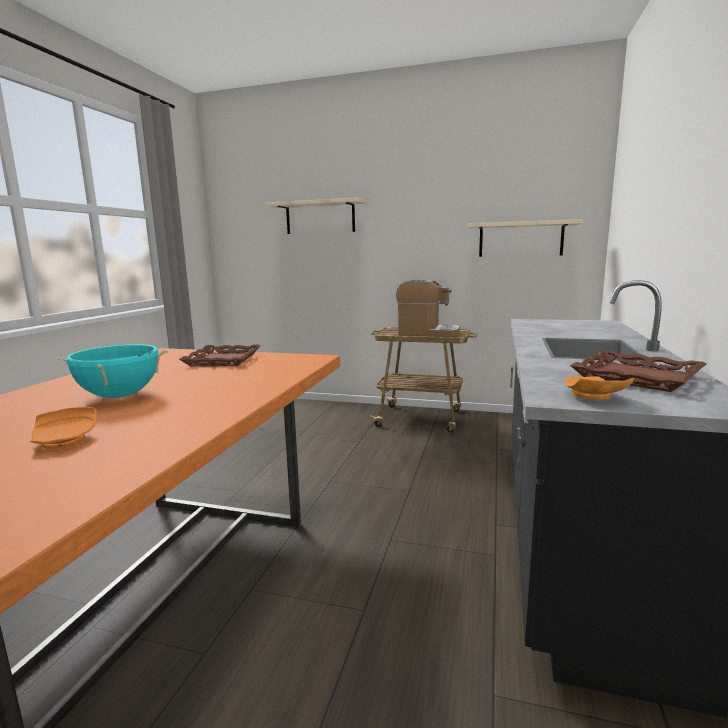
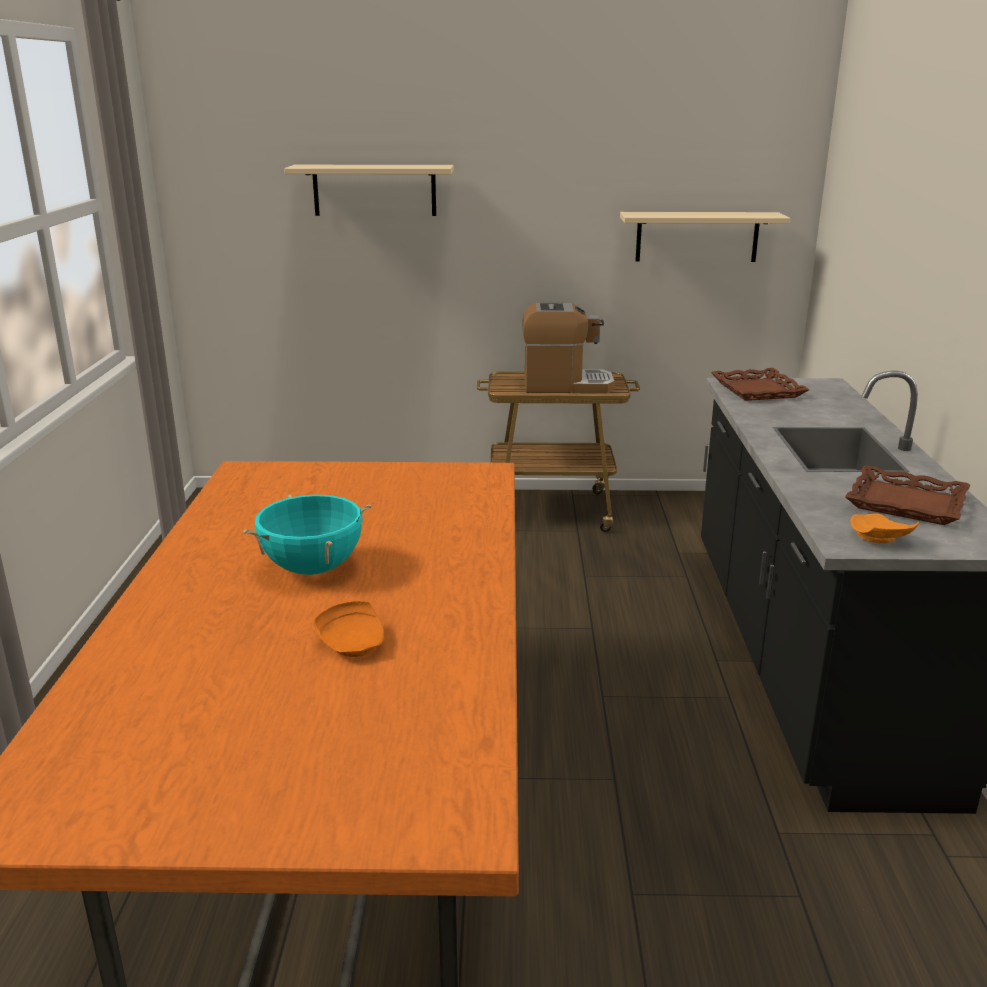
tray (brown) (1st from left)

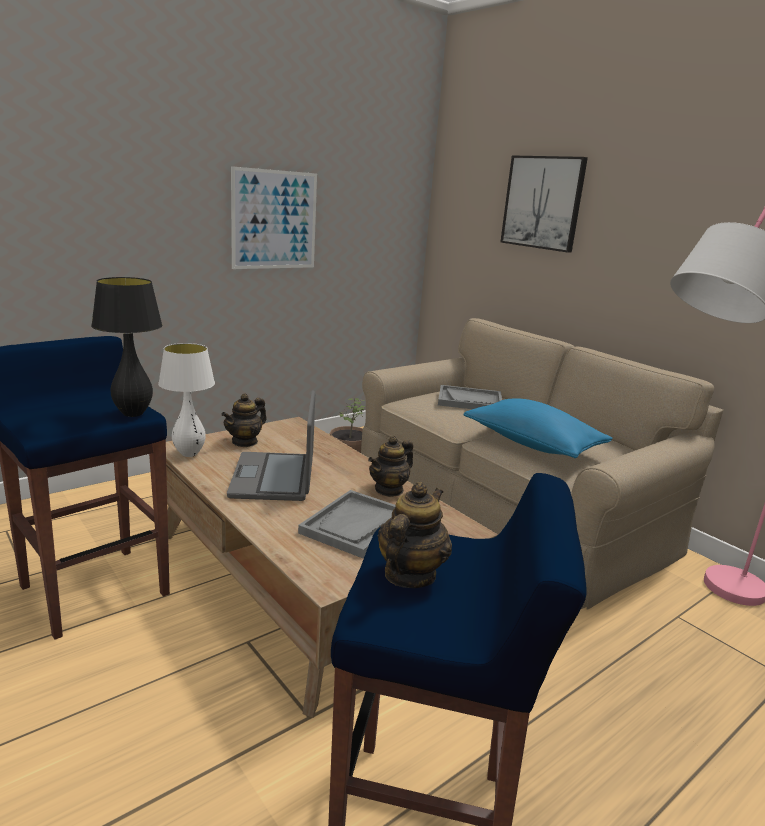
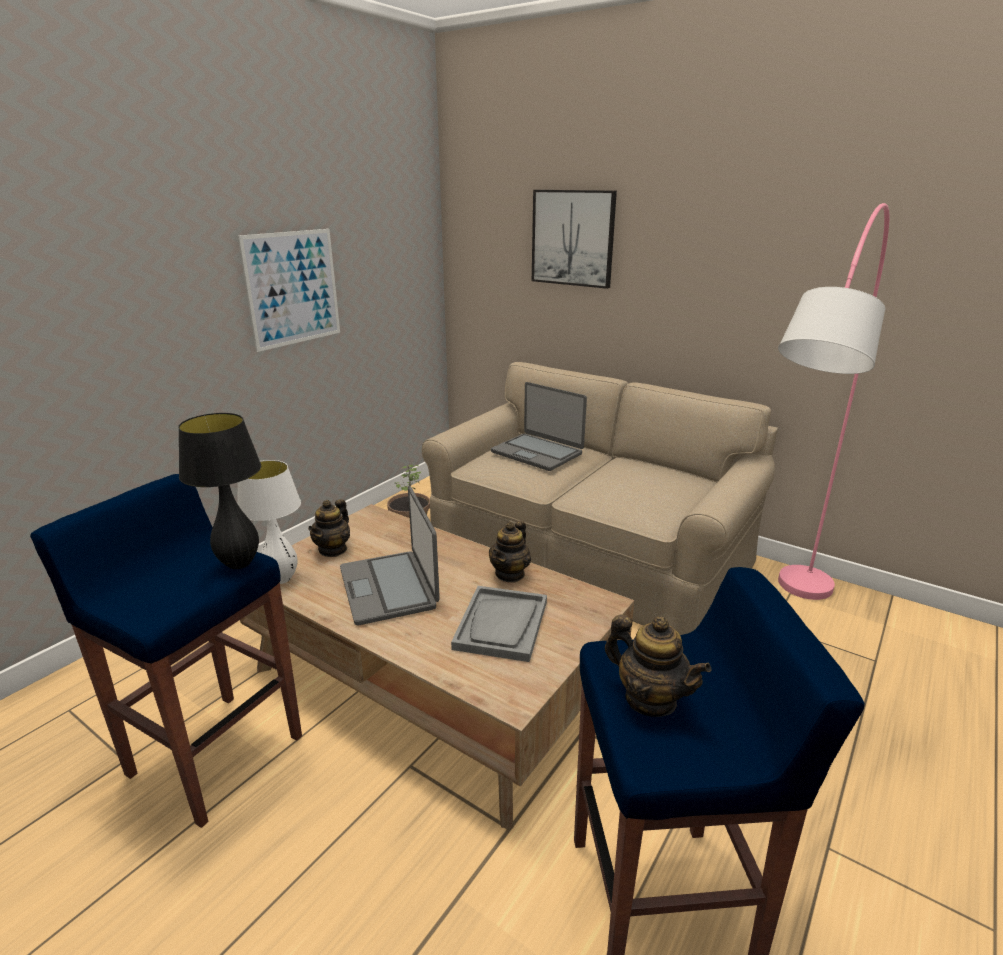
pillow (blue)
laptop (2nd from left)
teapot (3rd from left)

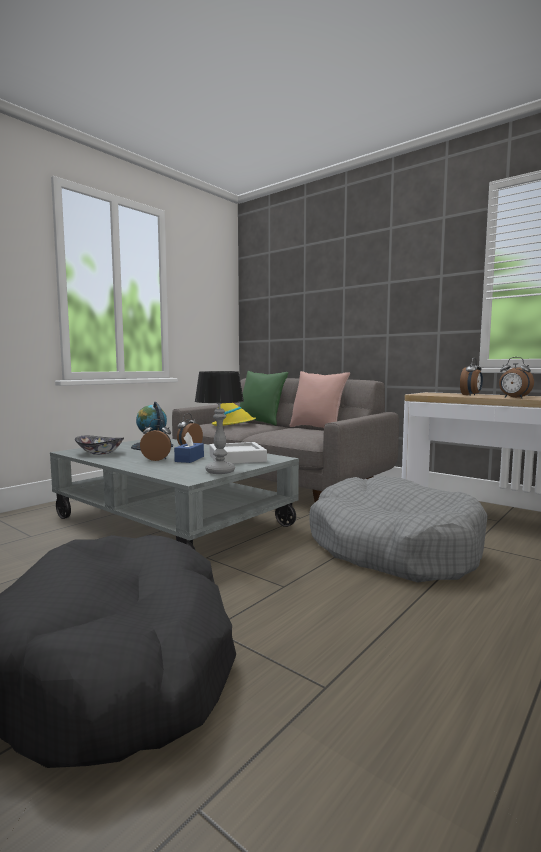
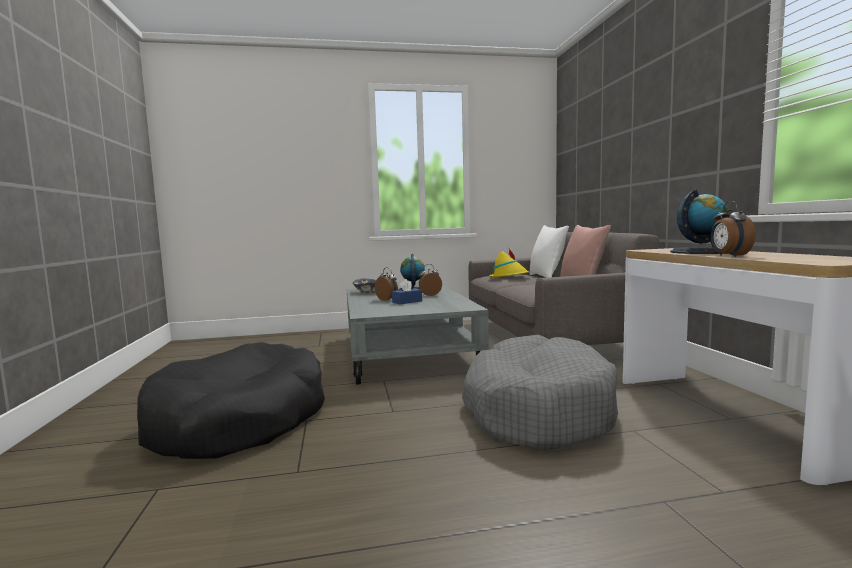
table lamp
tray (grey)
globe (2nd from left)
pillow (white)

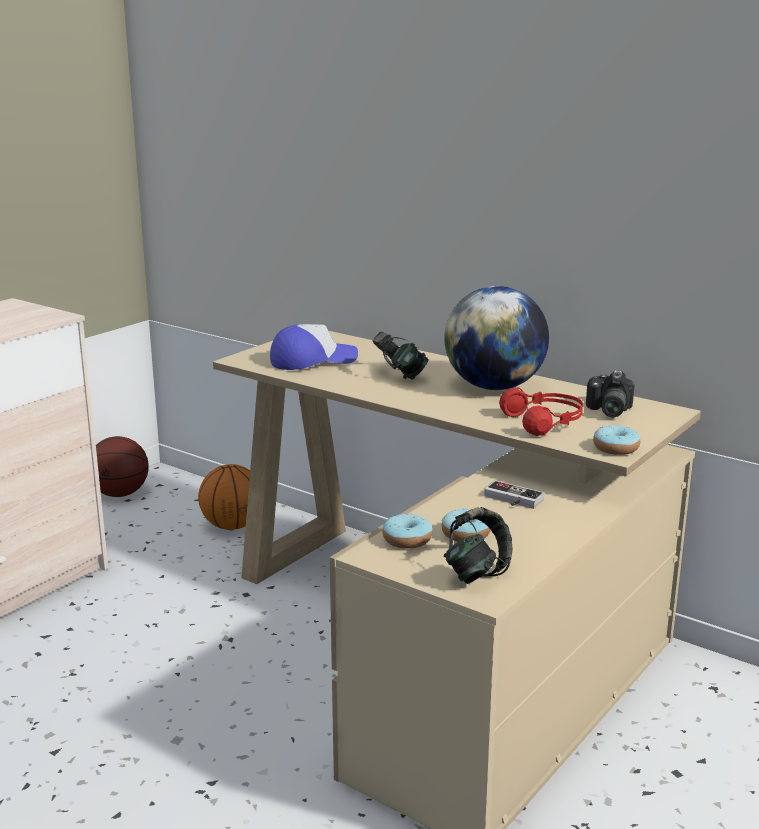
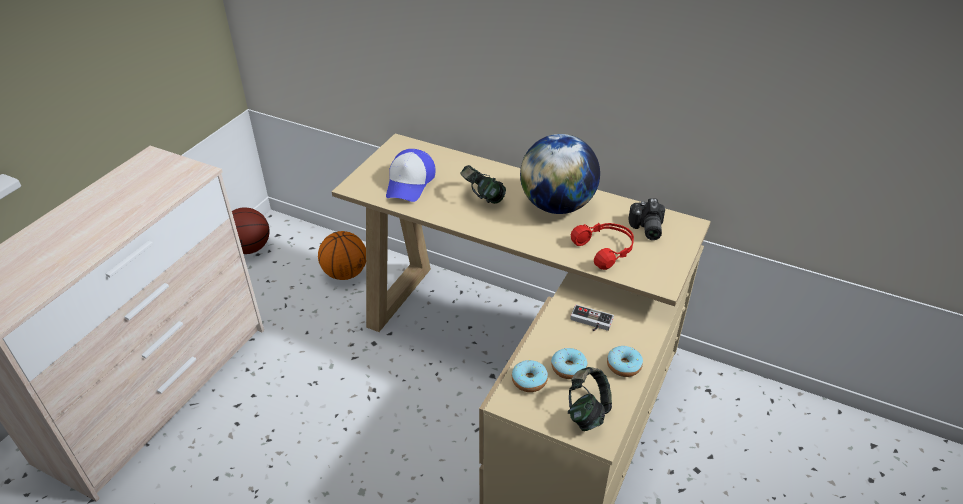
donut (3rd from left)
cap

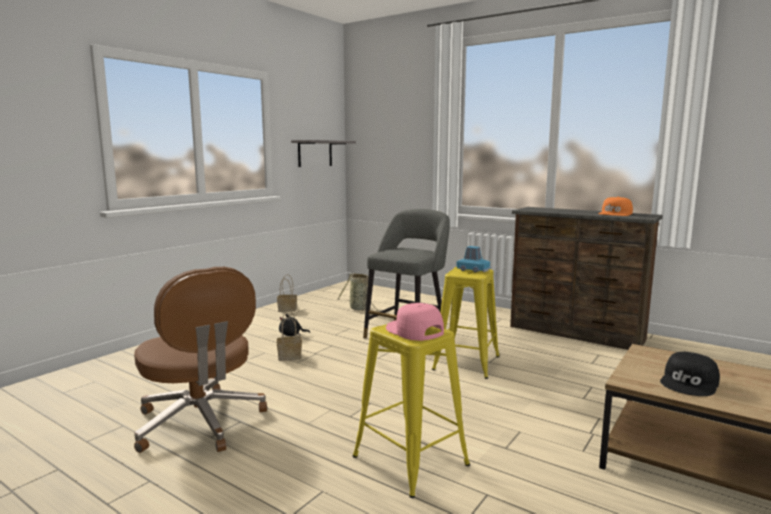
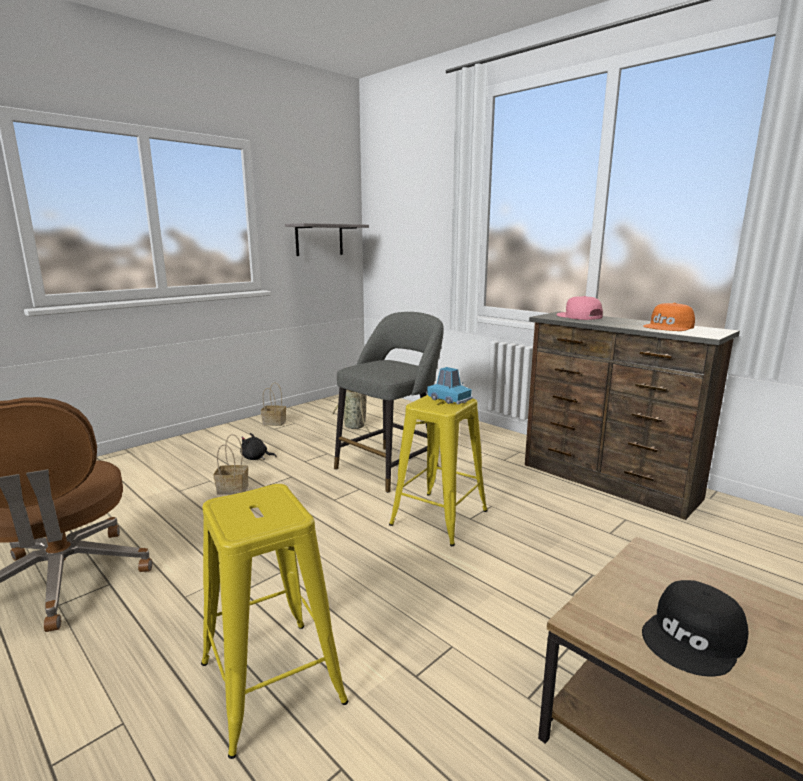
cap (pink)

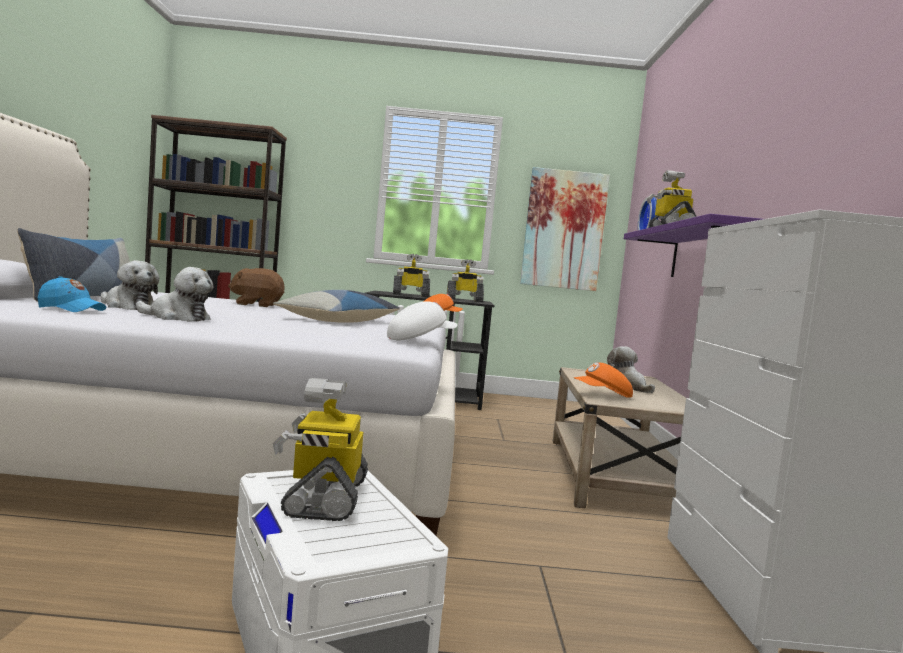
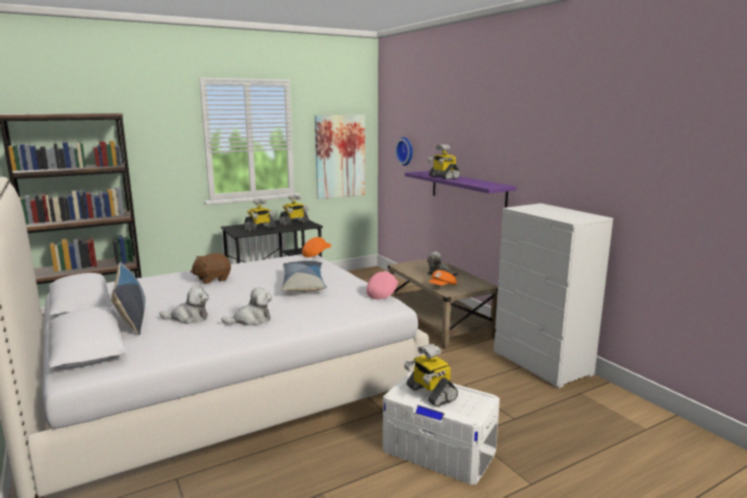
cap (blue)
cap (pink)

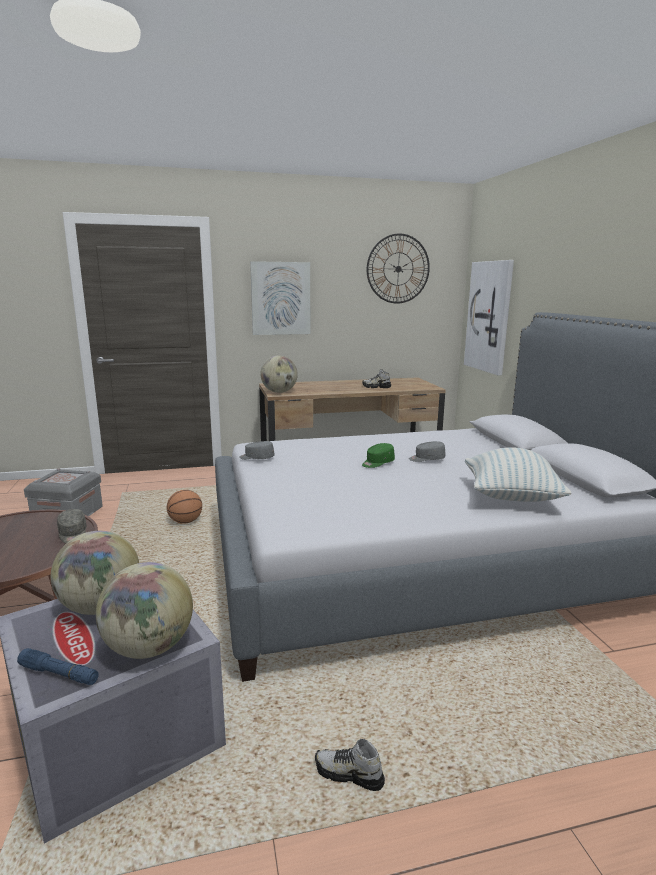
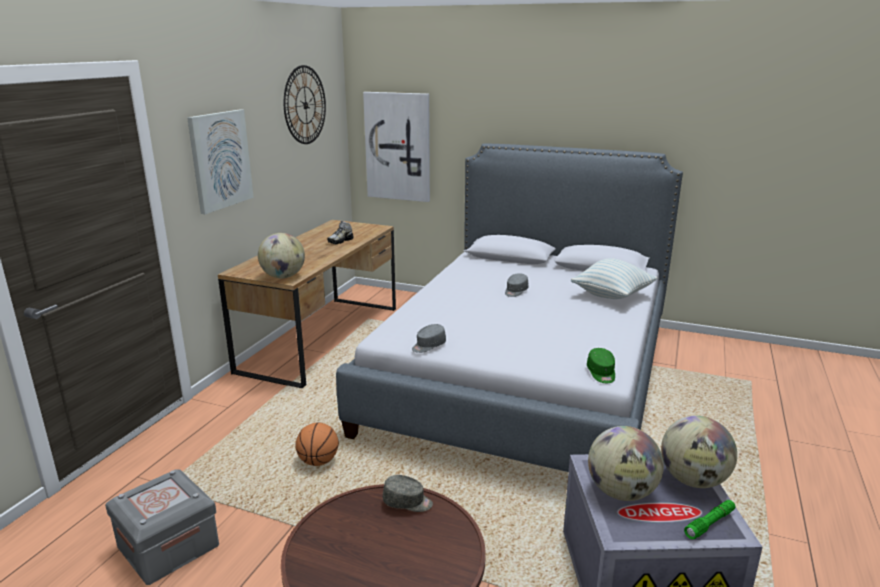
shoe (1st from left in the first image)
cap (green)
flashlight (green)

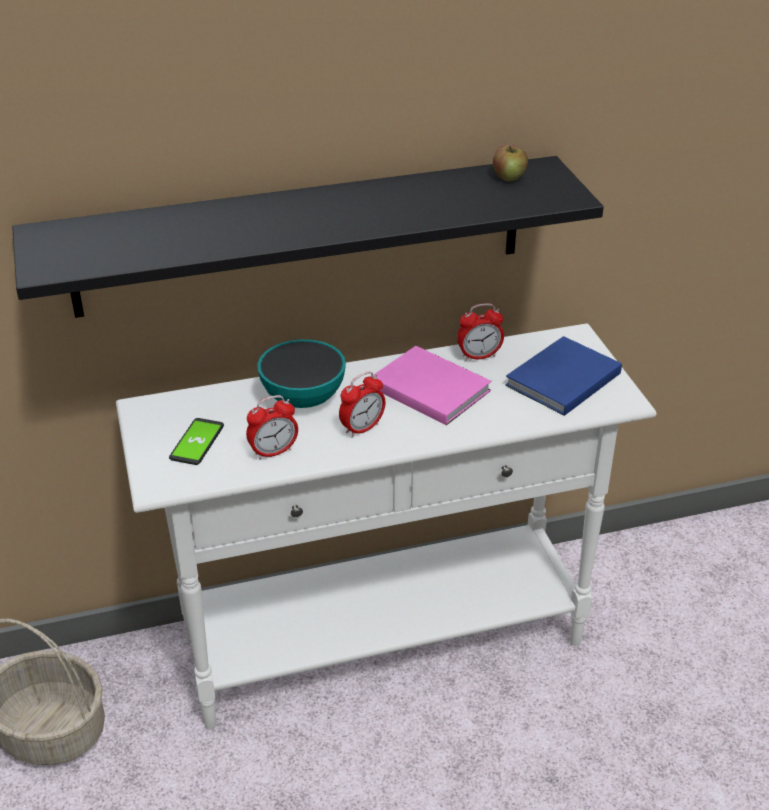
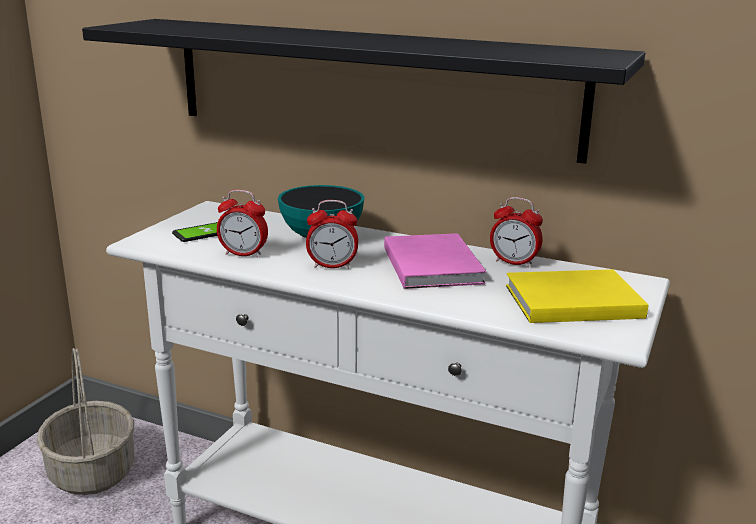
apple
book (yellow)

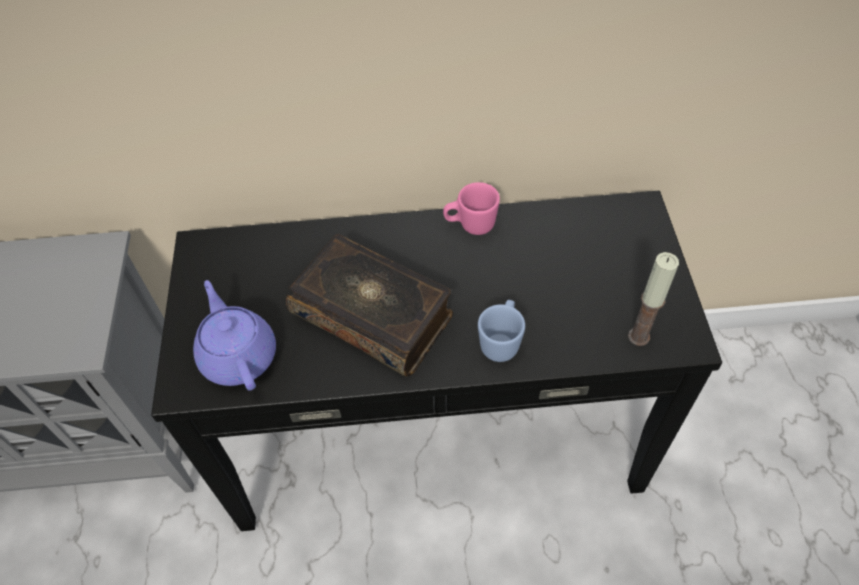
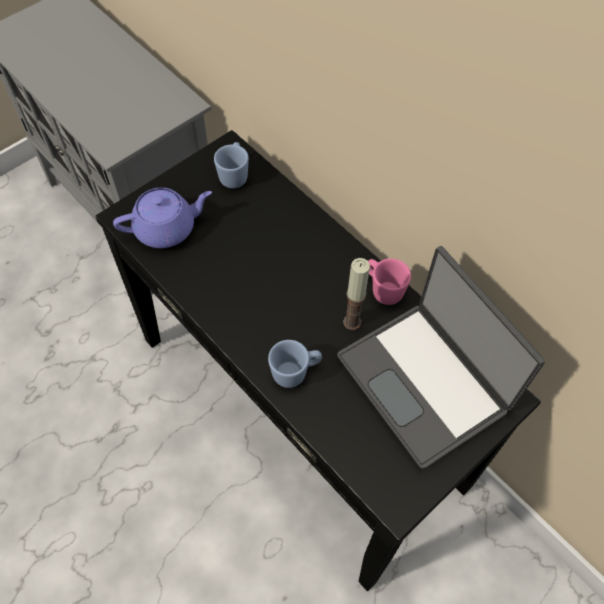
book
mug (blue) (1st from left)
laptop
candle
teapot (purple)

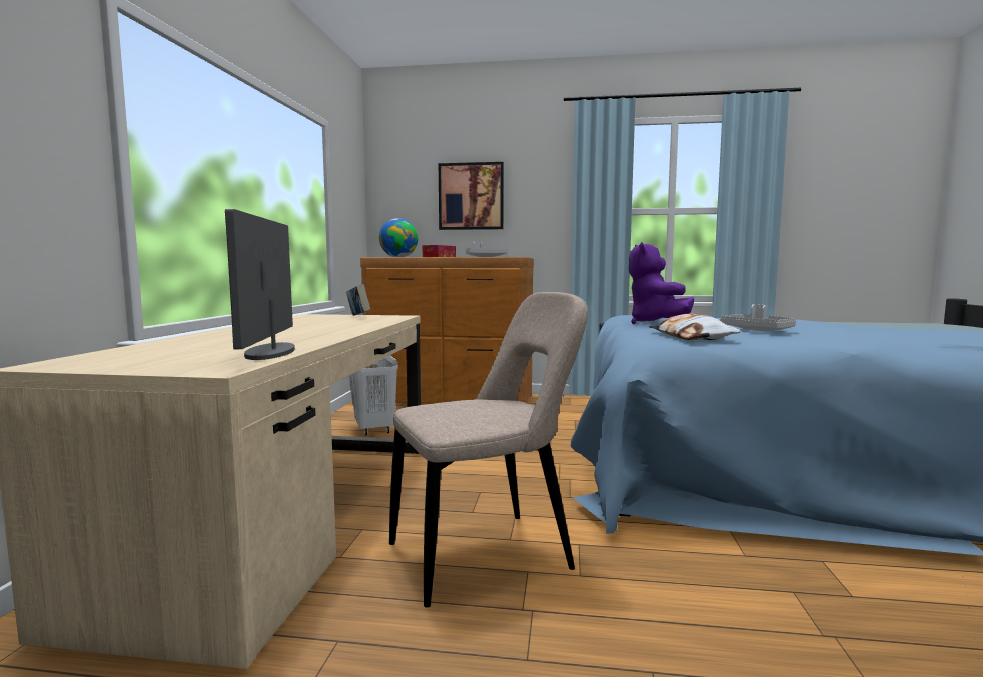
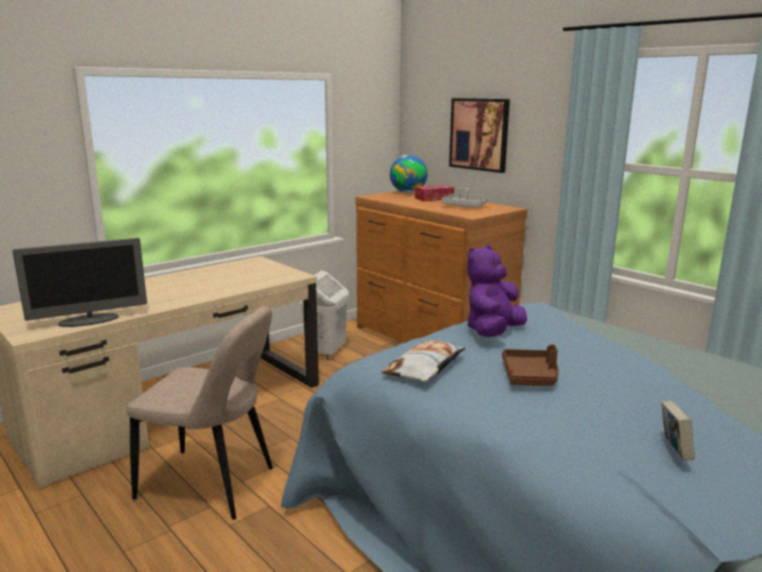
book
tray (brown)
monitor

